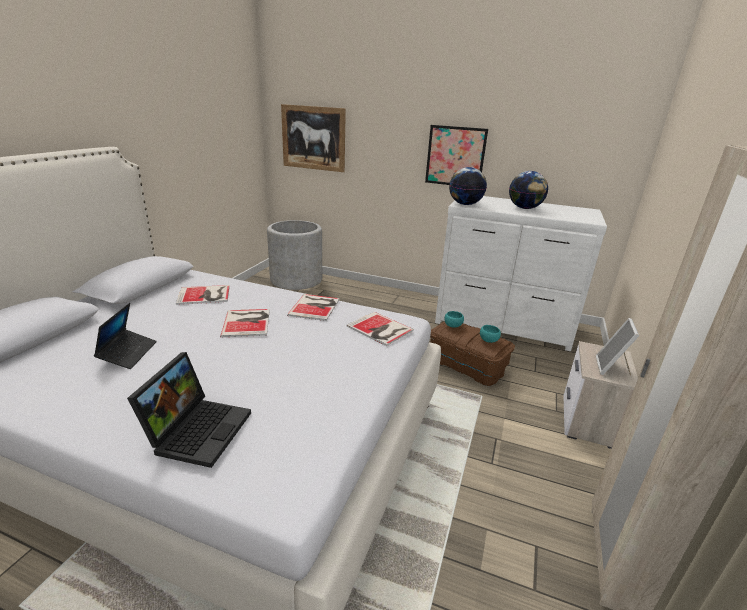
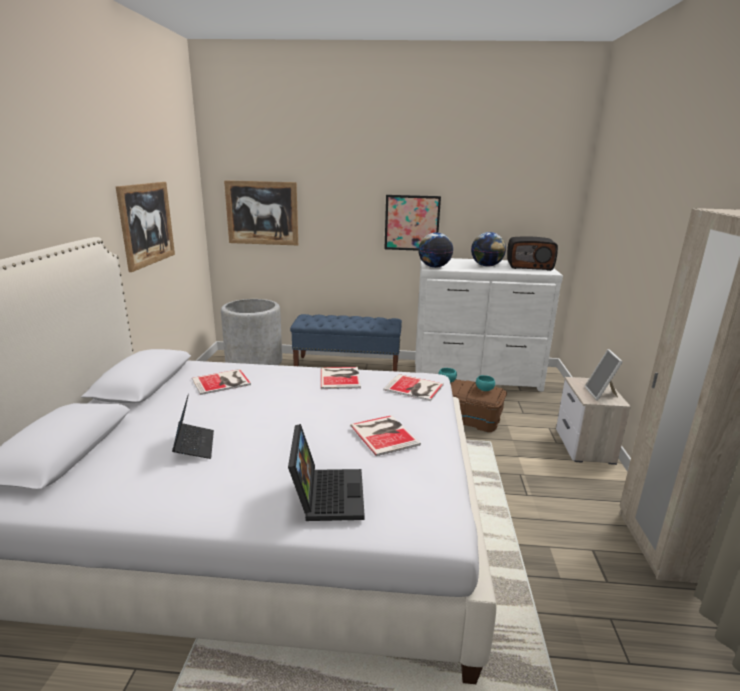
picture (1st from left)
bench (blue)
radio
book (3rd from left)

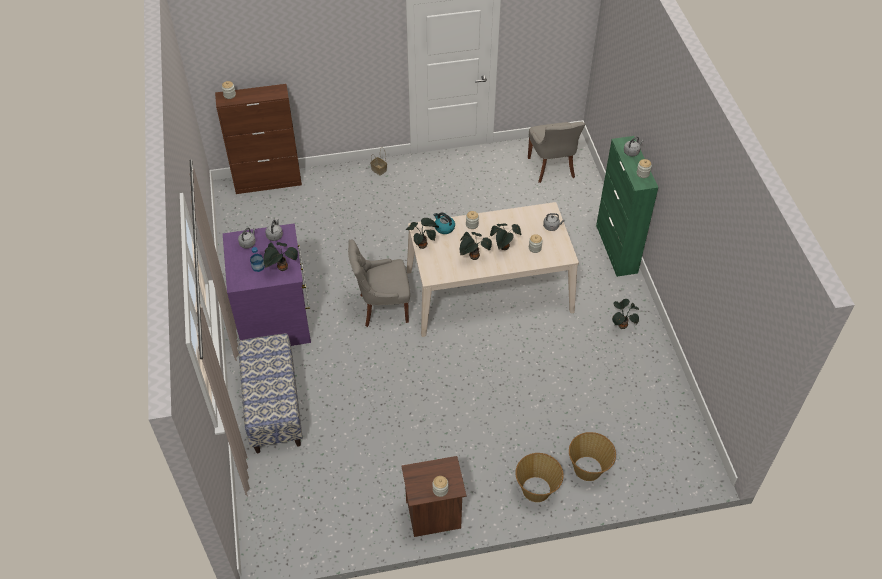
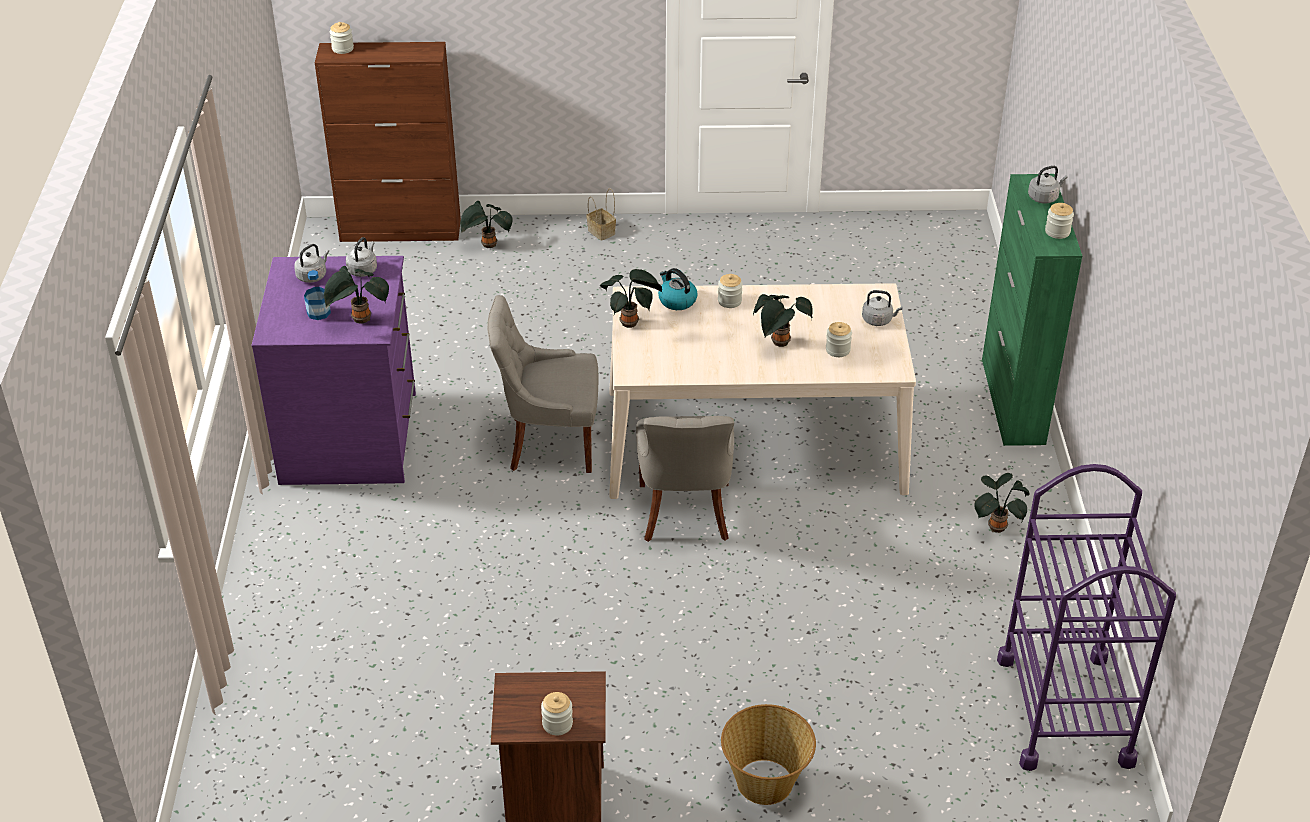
bench
basket (3rd from left in the first image)
cart (purple)
potted plant (2nd from left)
chair (grey) (2nd from left)

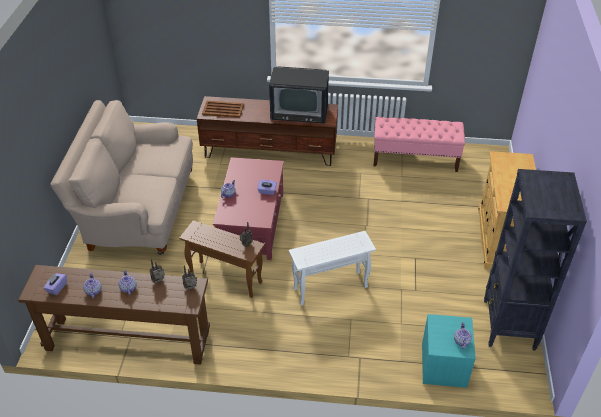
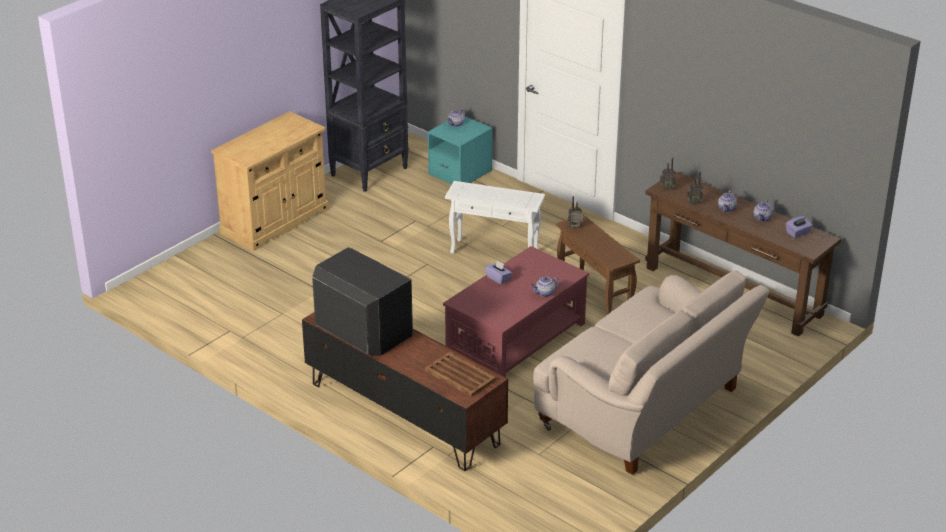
bench (pink)

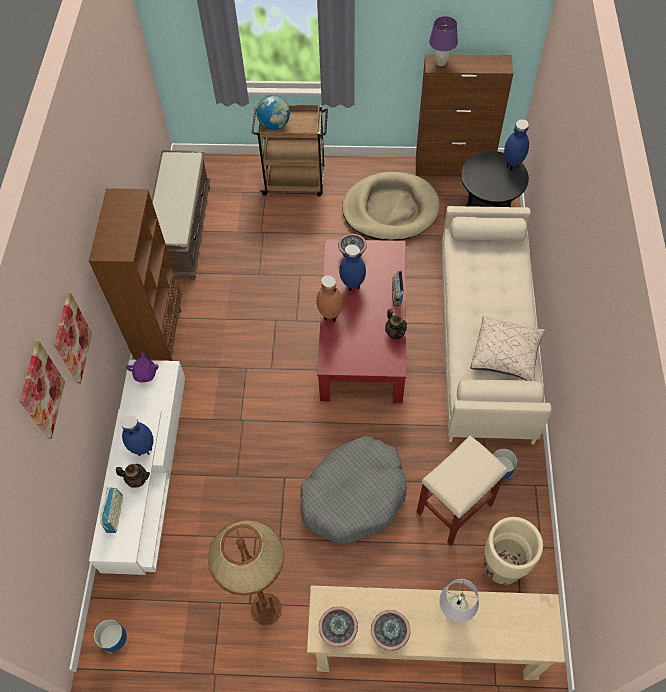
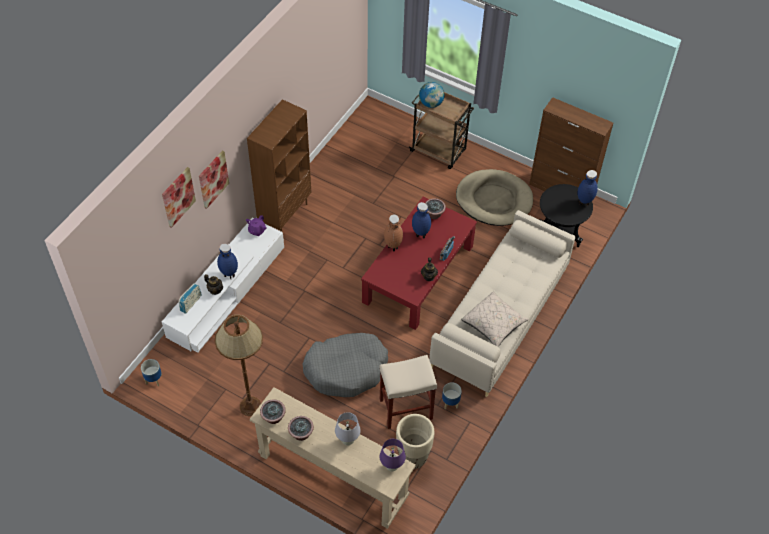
bench (brown)
table lamp (purple)

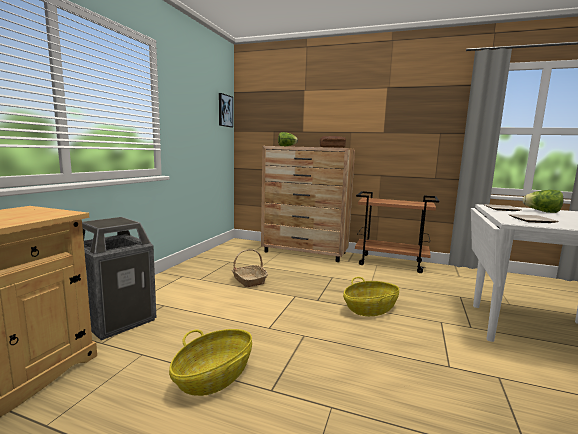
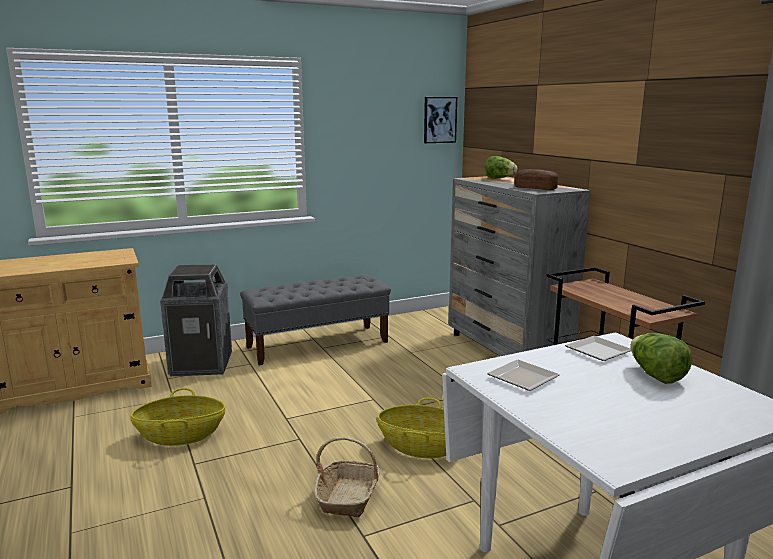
bench (grey)
basket (2nd from left)
dresser (grey)

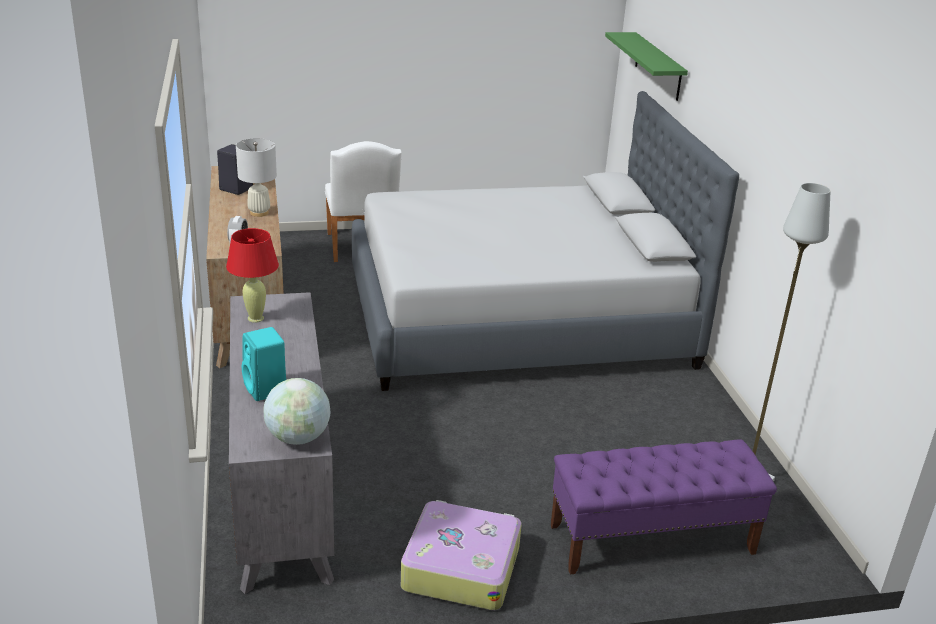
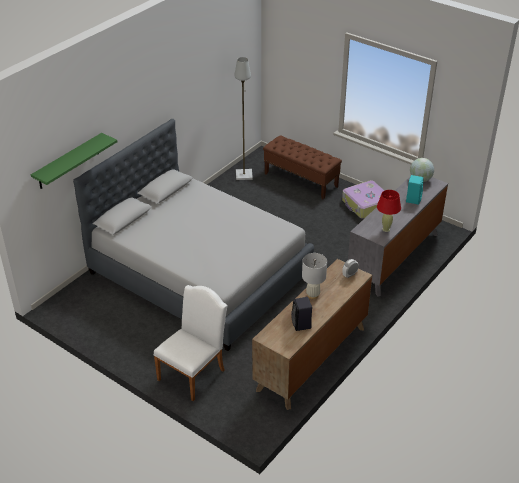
bench (brown)

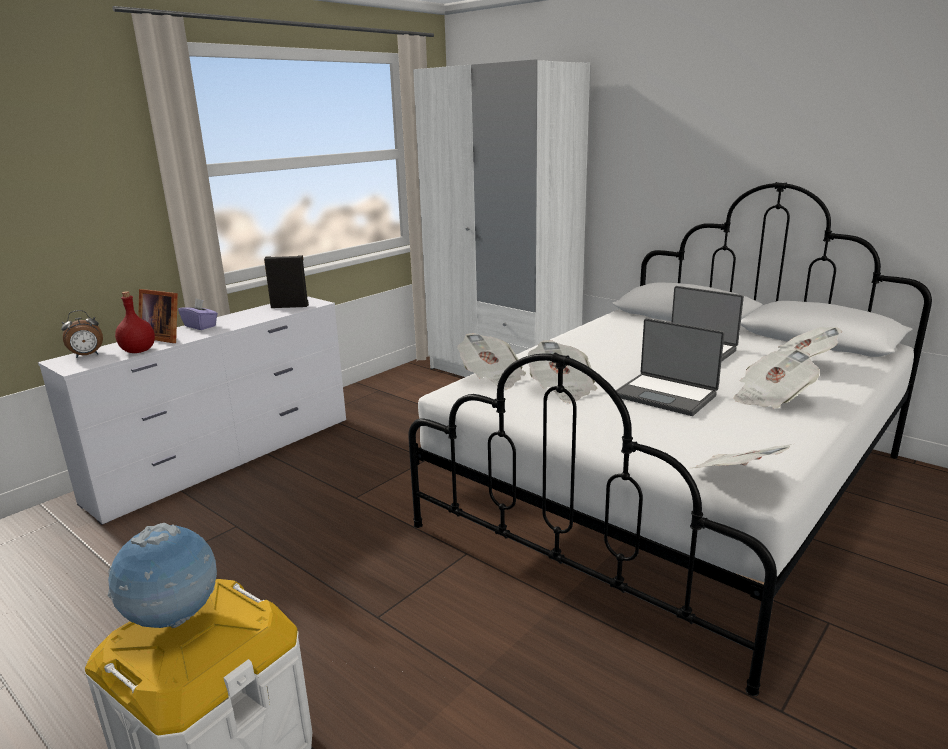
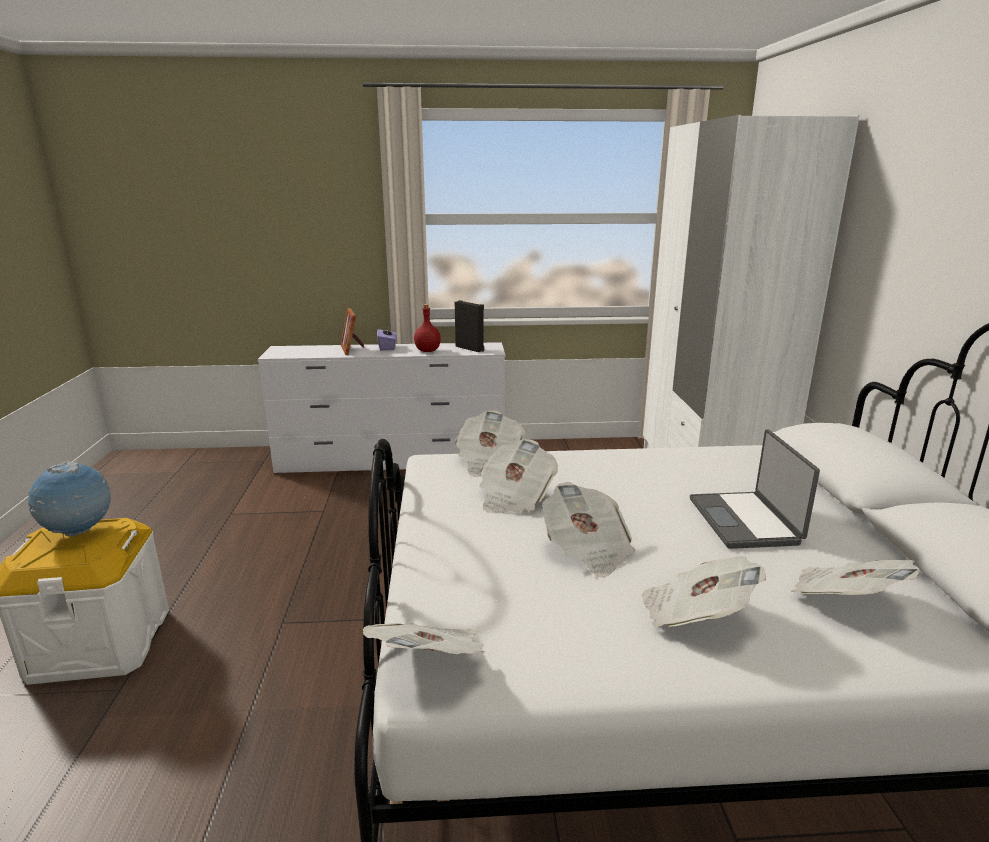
alarm clock
bottle (red)
newspaper (4th from left)

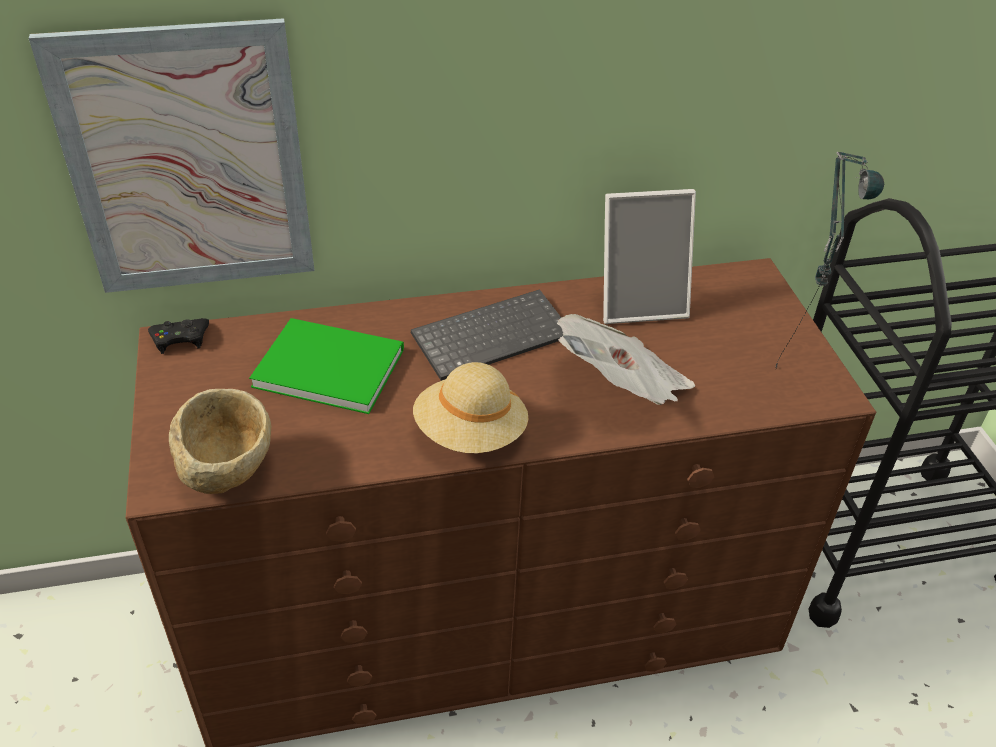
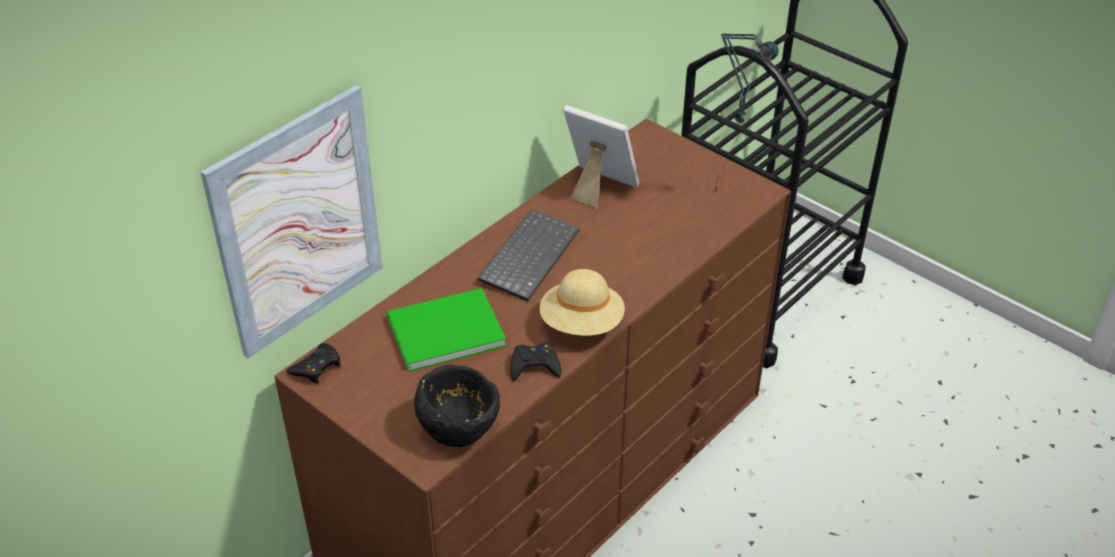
newspaper
game controller (black) (2nd from left)
bowl (black)
picture frame

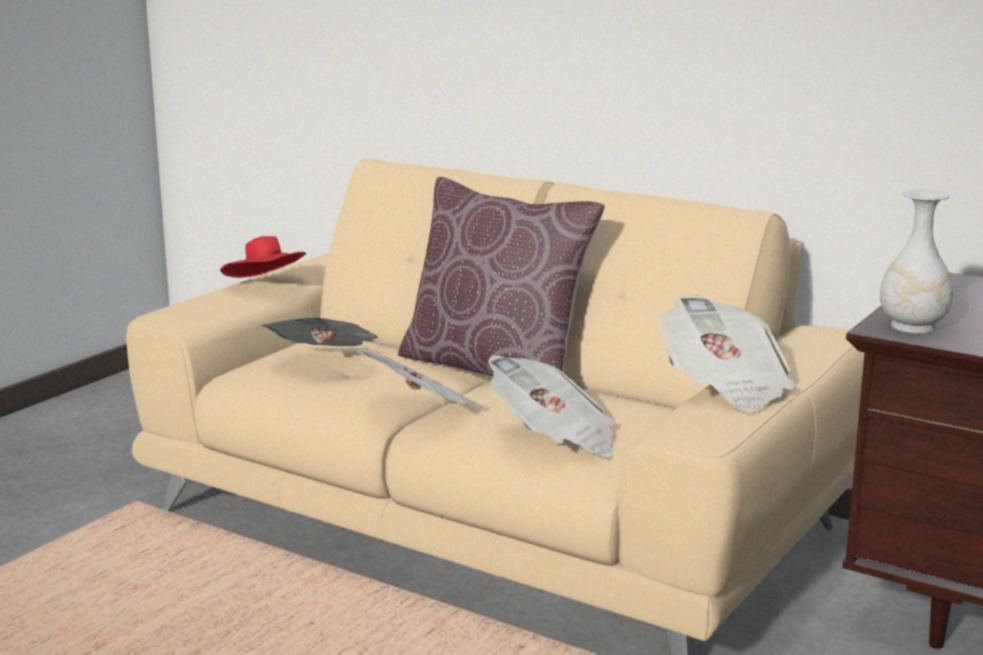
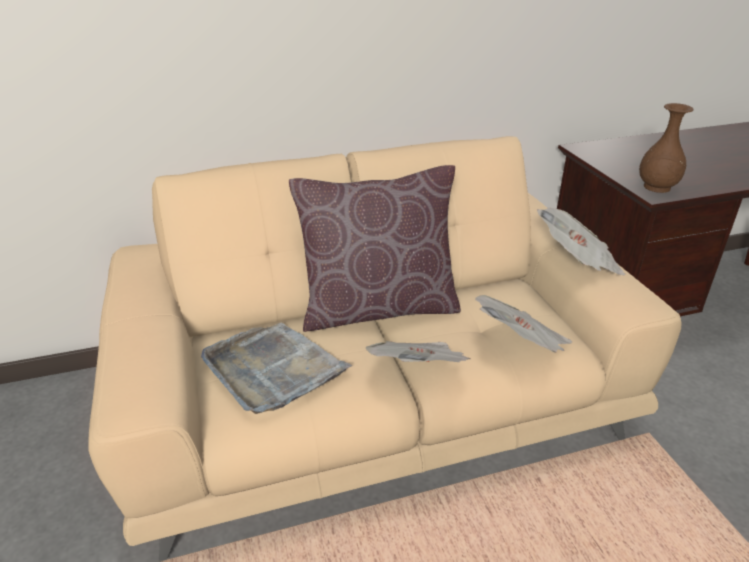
hat (red)
tray (grey)
vase (brown)

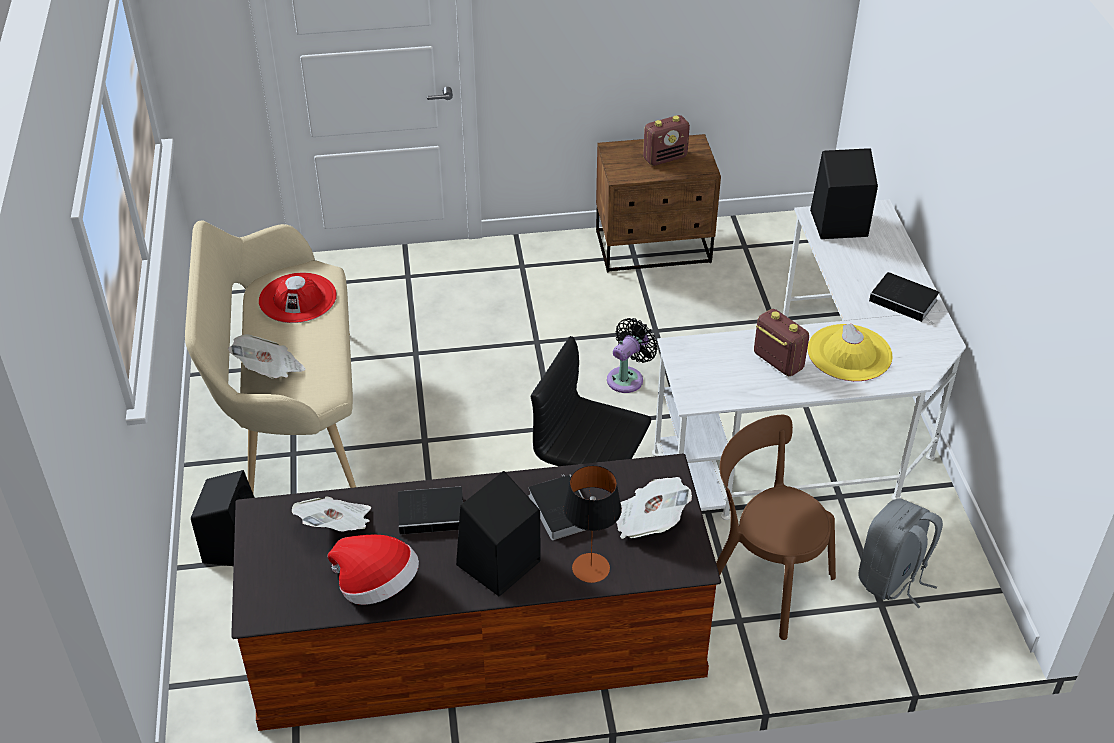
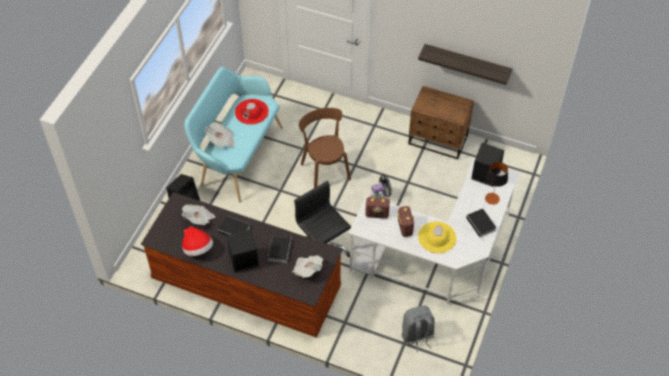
shelf
table lamp
radio (1st from left)
chair (brown)
bench (turquoise)

